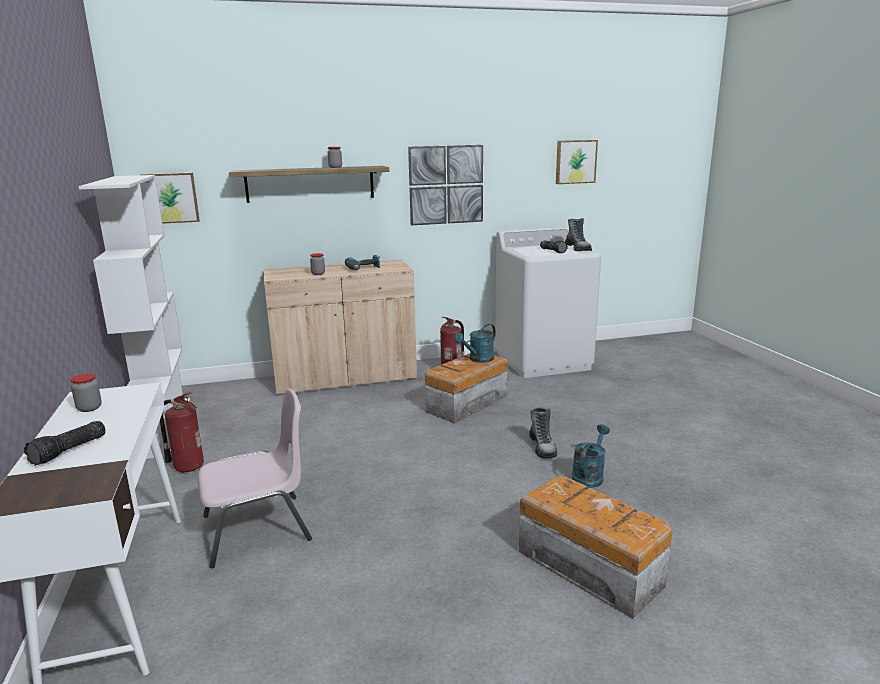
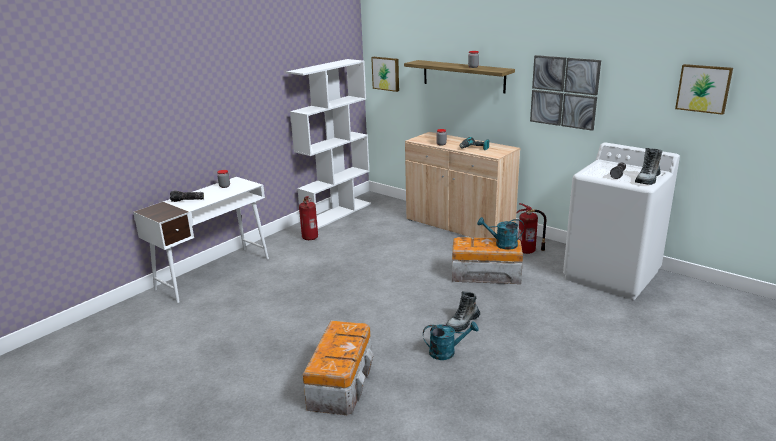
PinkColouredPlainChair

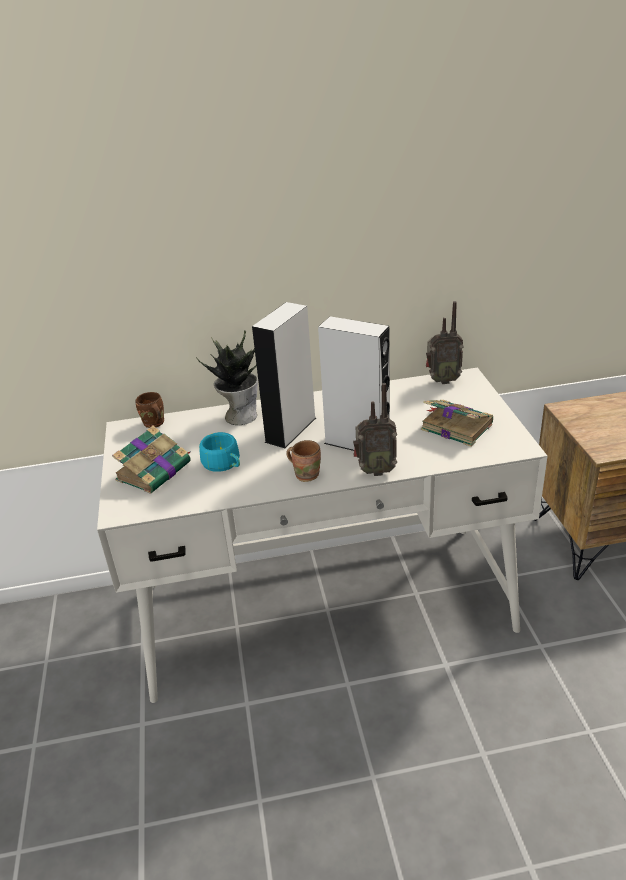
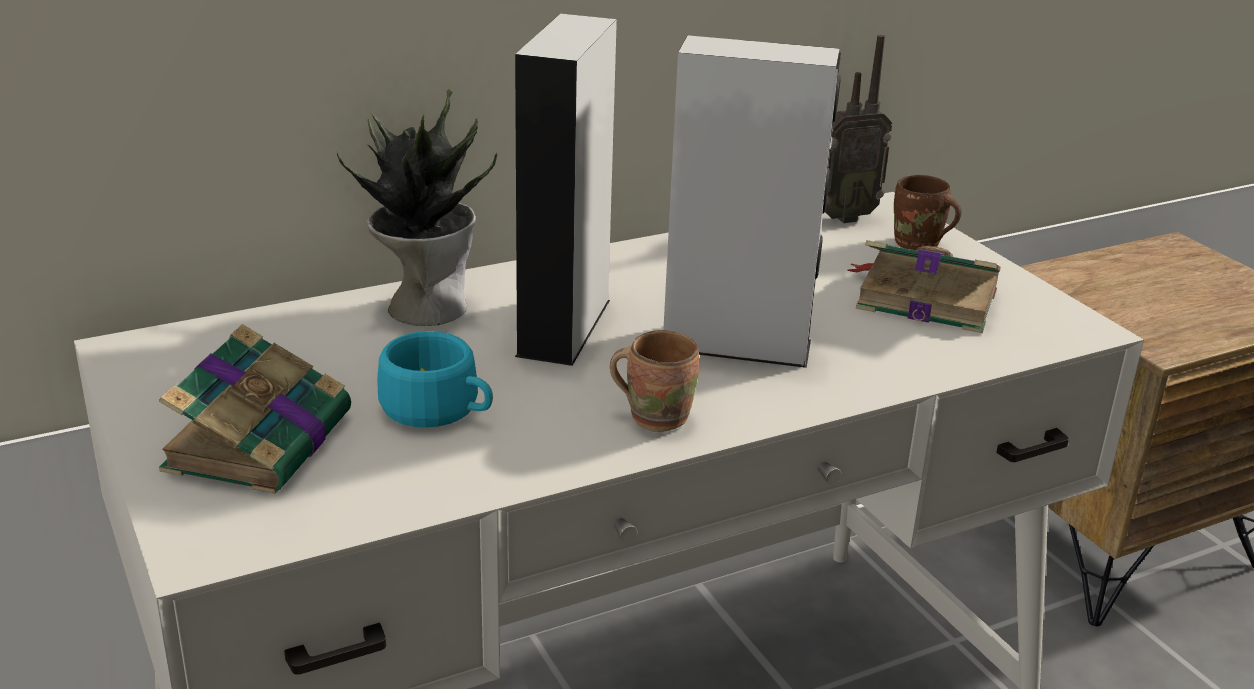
BrownColouredCoffeeMug (no. 2 from left)
Radio (no. 1 from left in the first image)

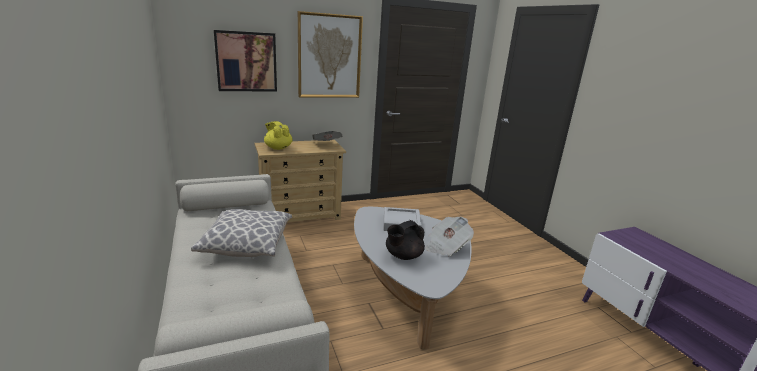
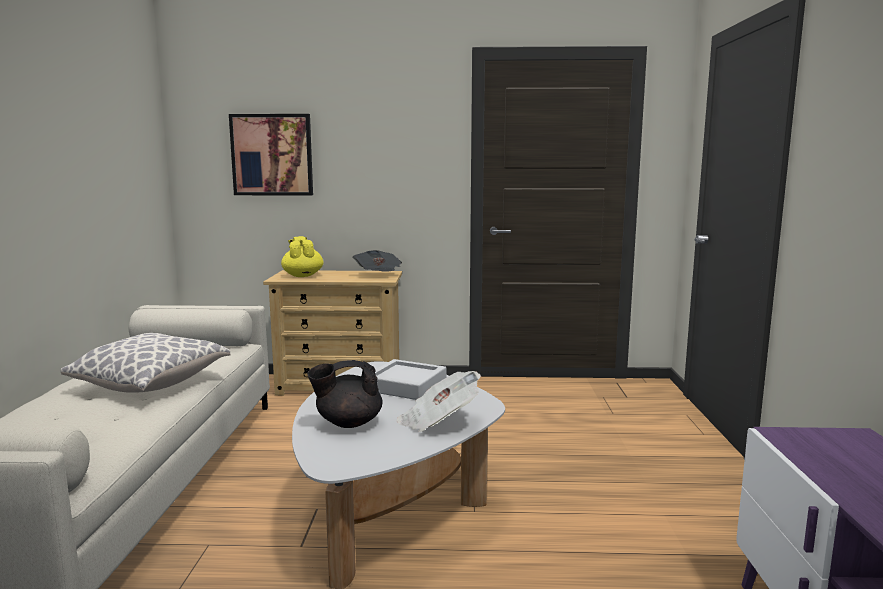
WallPicture (no. 2 from left in the first image)

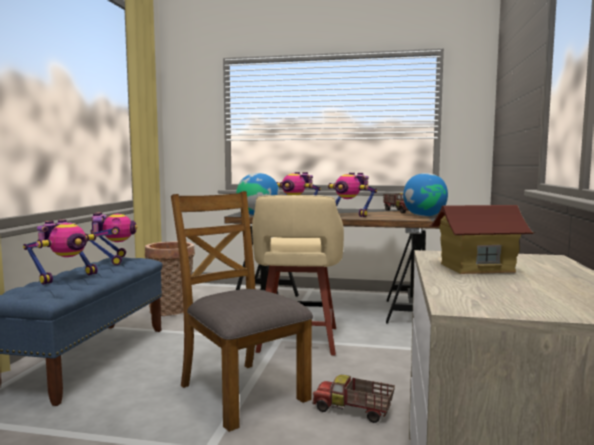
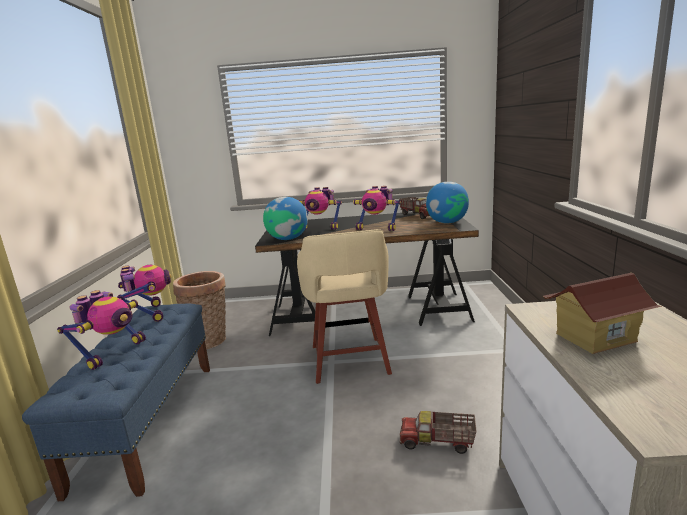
BrownColouredPlainChair

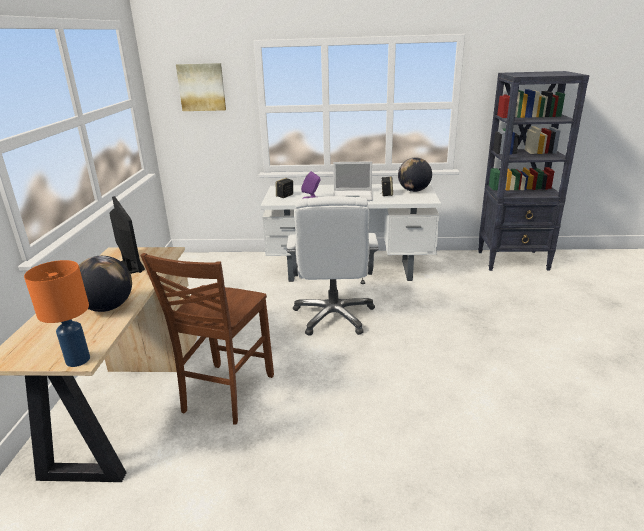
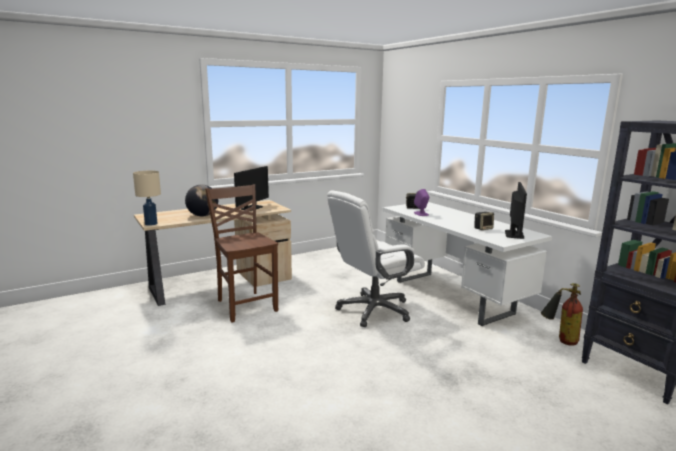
BeigeTabletopLamp
BrownColouredPlainChair
ComputerDisplay (no. 2 from left)
Extinguisher
WallPicture
Laptop

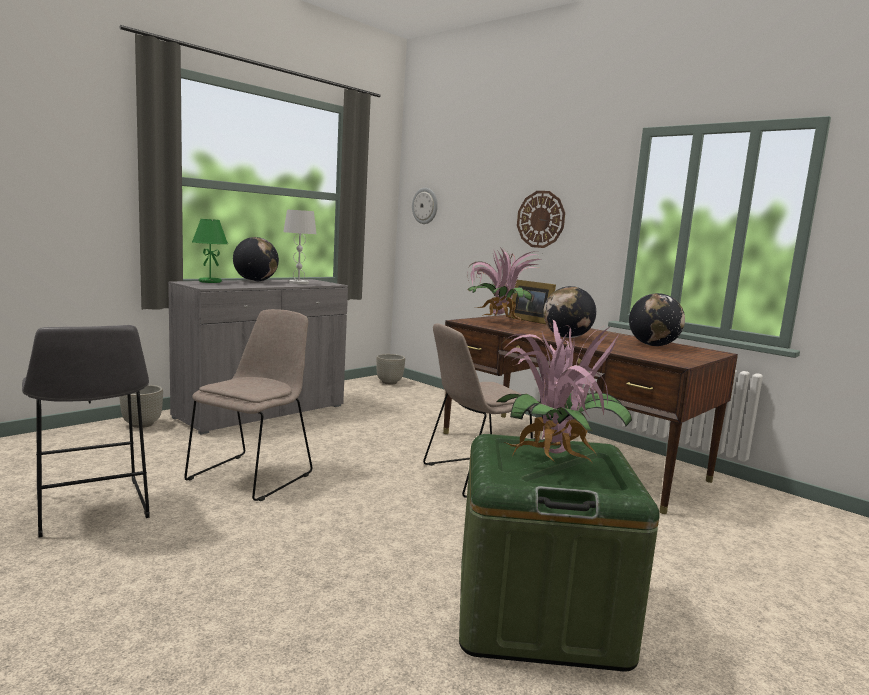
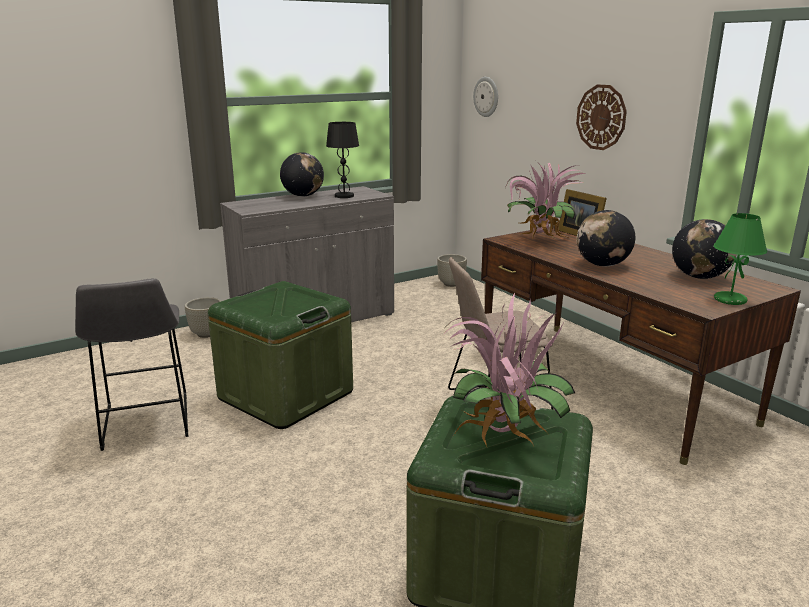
GreenStorageContainer (no. 1 from left)
BlackTabletopLamp
GreenTabletopLamp

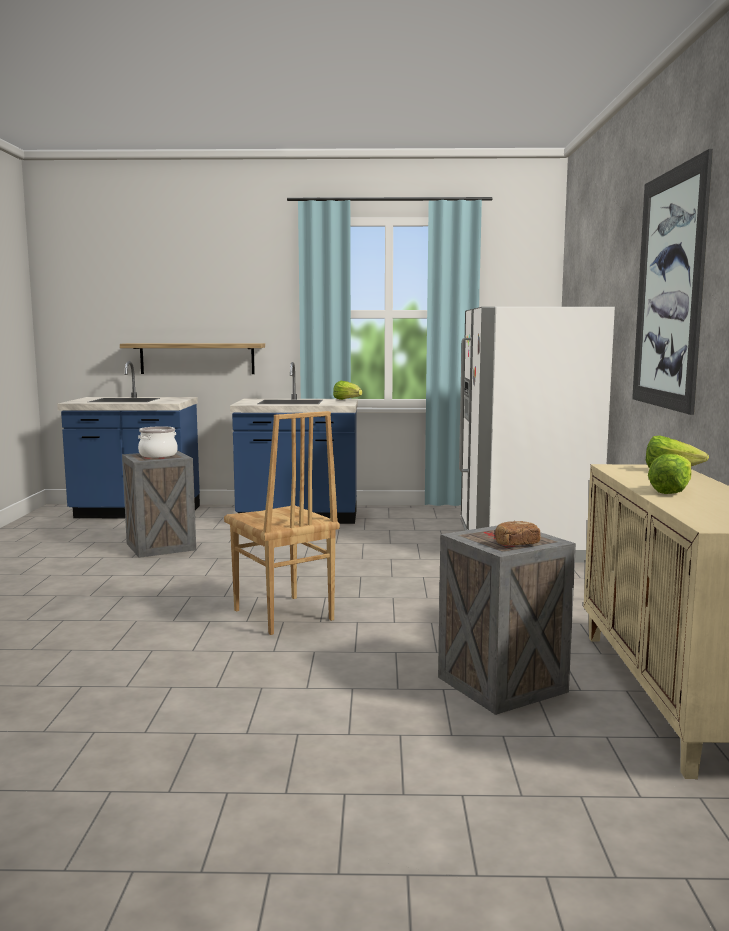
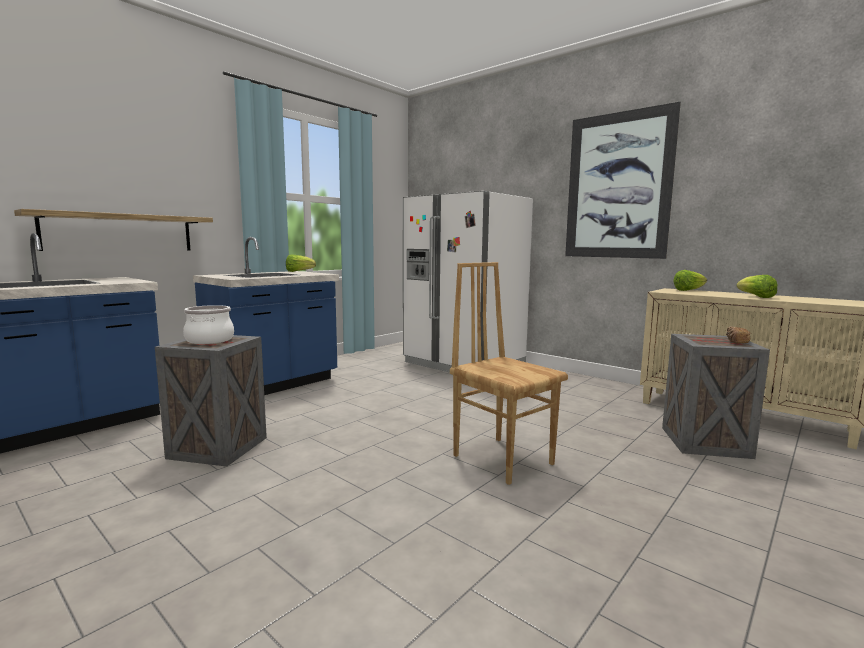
BrownColouredPlainChair

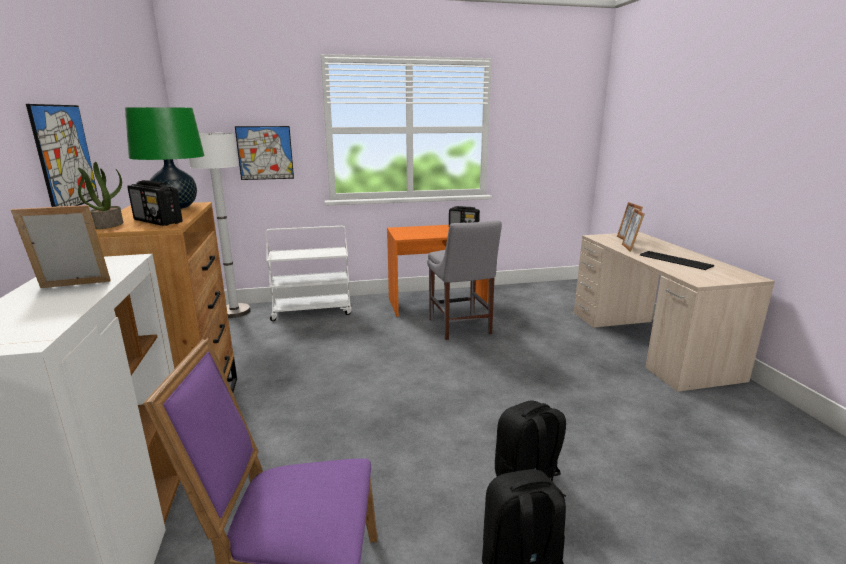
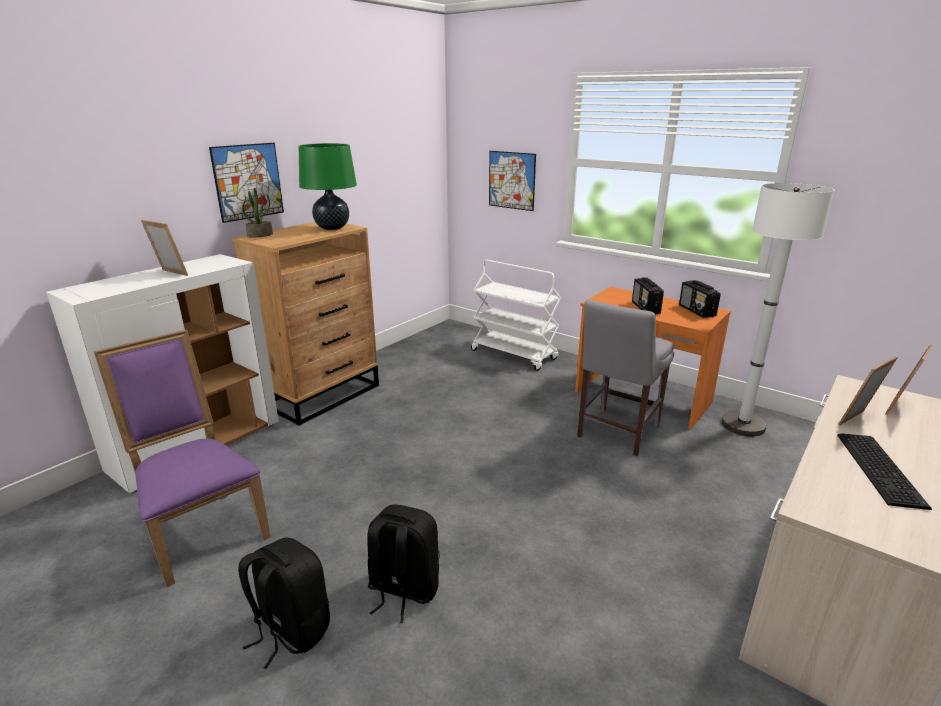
Radio (no. 1 from left)
WhiteColouredStandardLamp

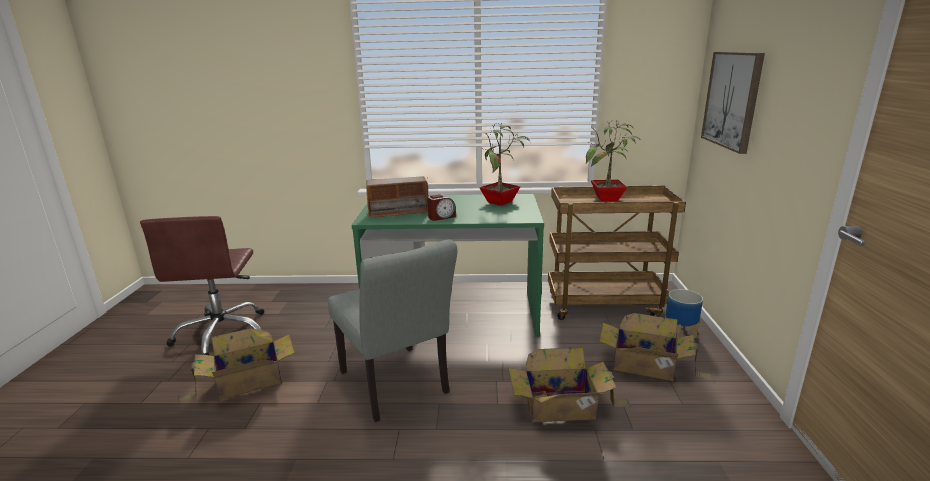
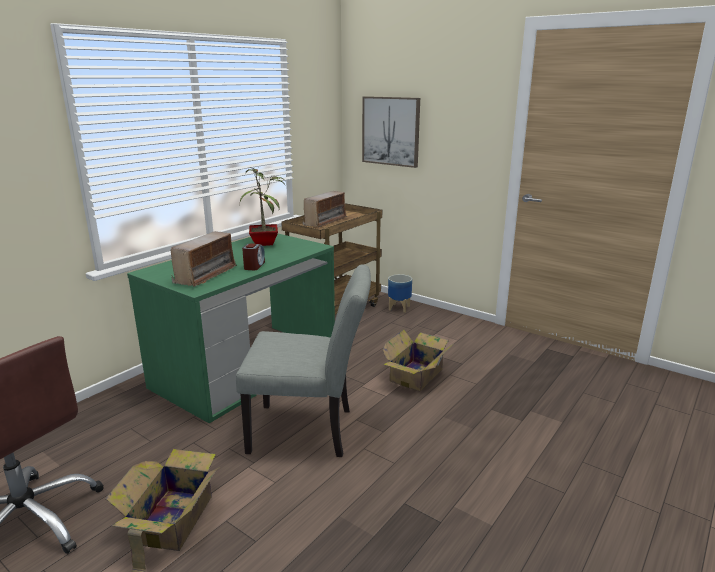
Radio (no. 2 from left)
CardboardBox (no. 3 from left in the first image)

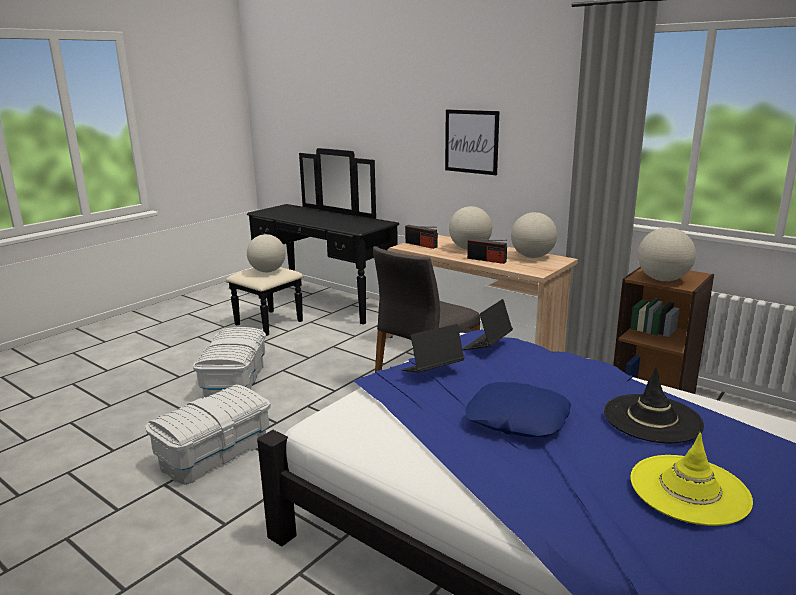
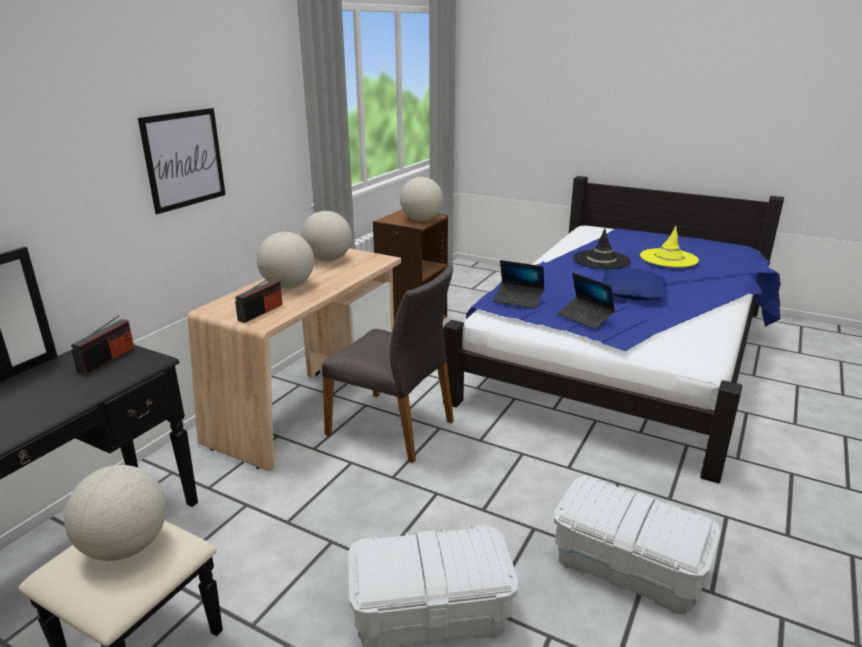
Radio (no. 1 from left)

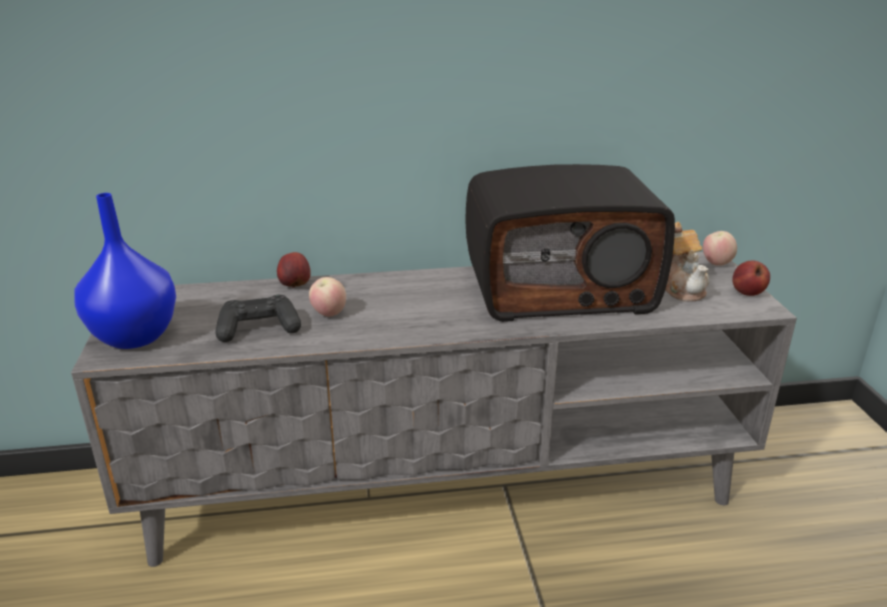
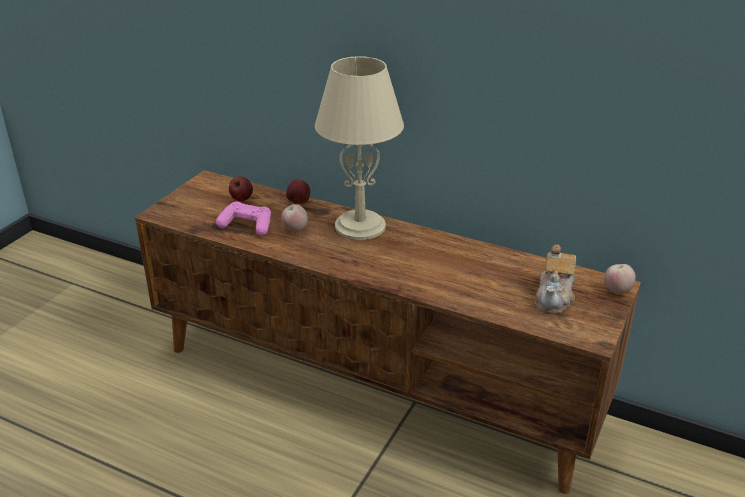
BrownColouredTvUnit
PinkColouredGameController
AppleFruit (no. 1 from left)
BeigeTabletopLamp
BluishDecorativeVase
Radio

